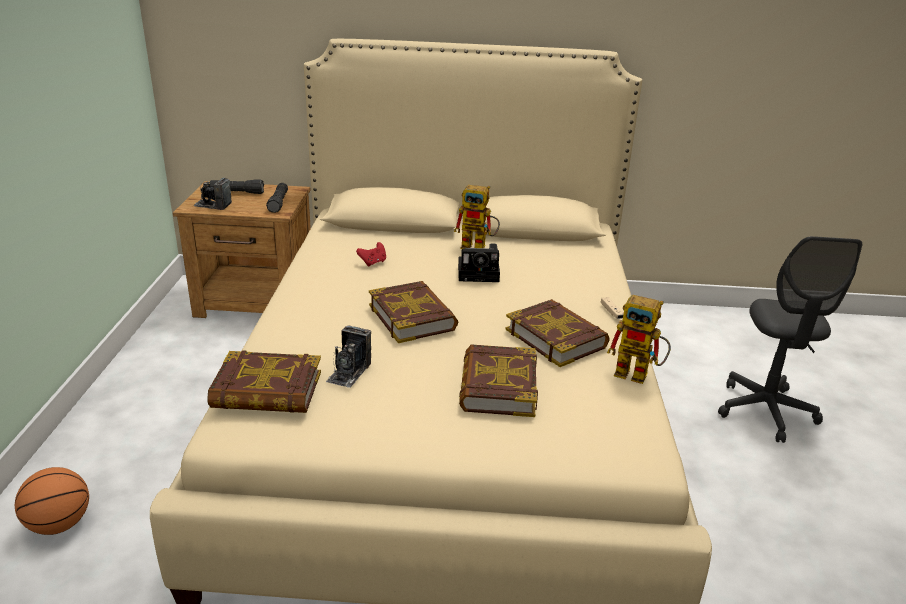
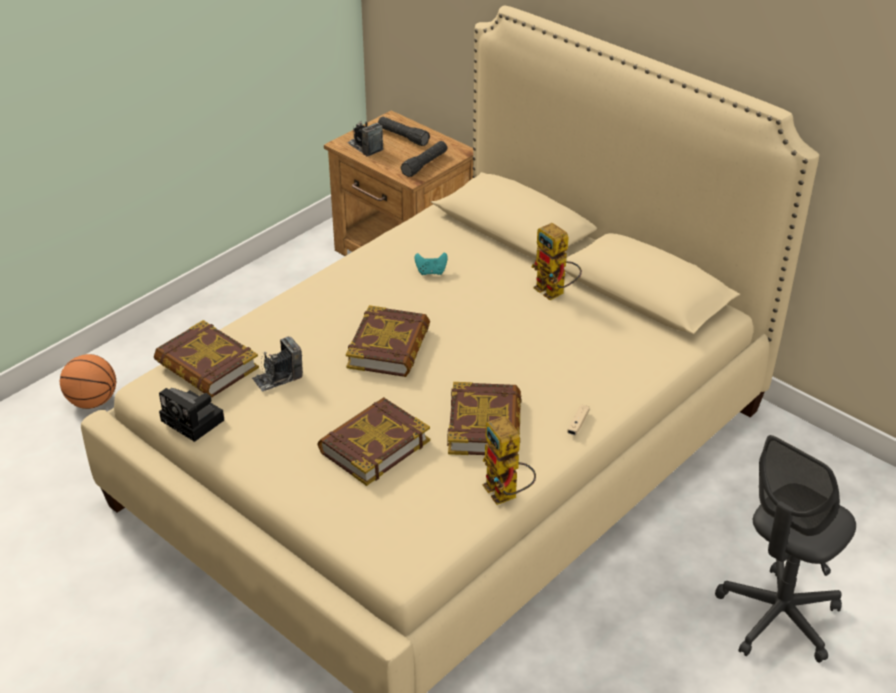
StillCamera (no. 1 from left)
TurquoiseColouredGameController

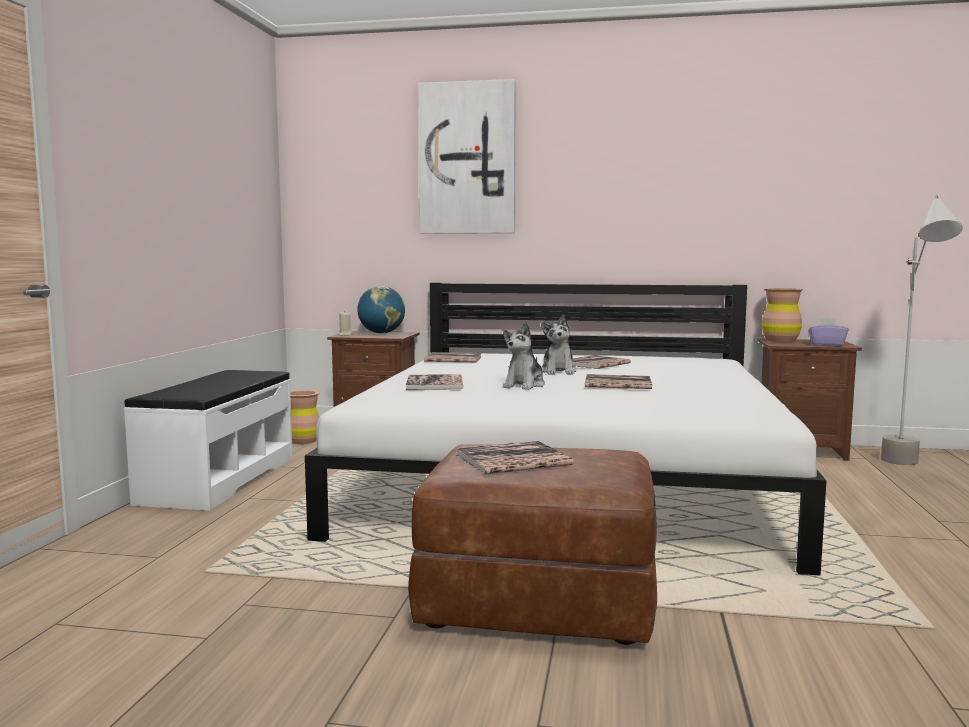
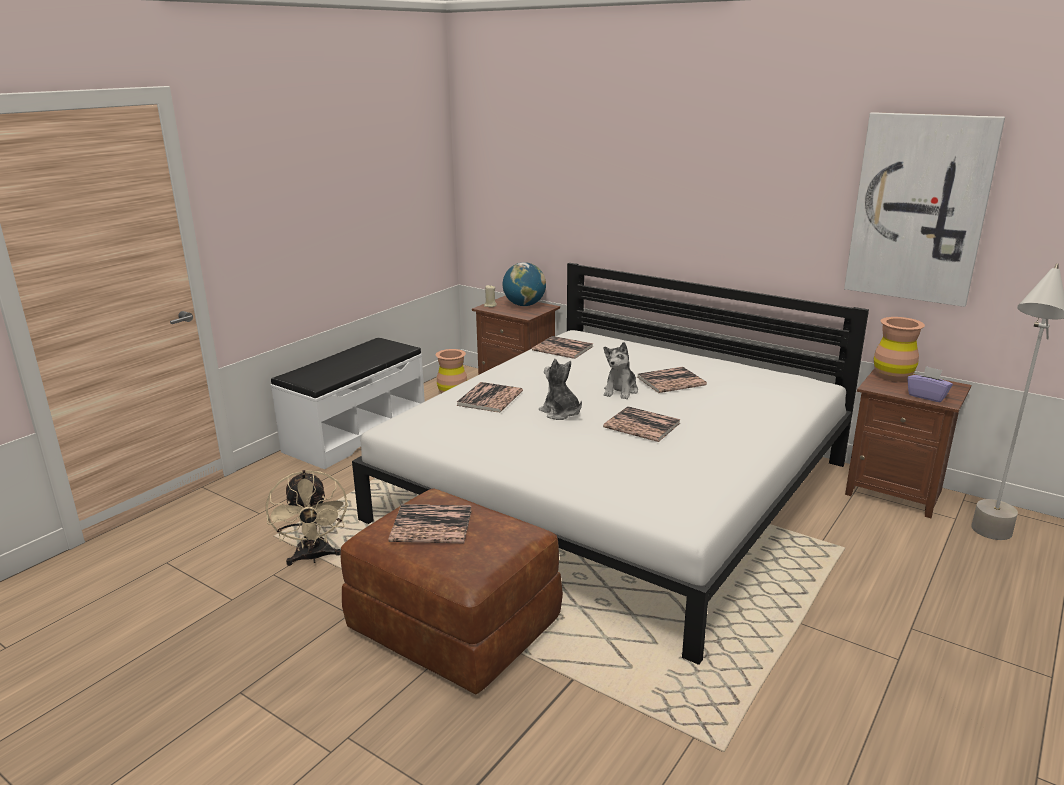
BeigeElectricFan
SoftToy (no. 1 from left)
WallPicture

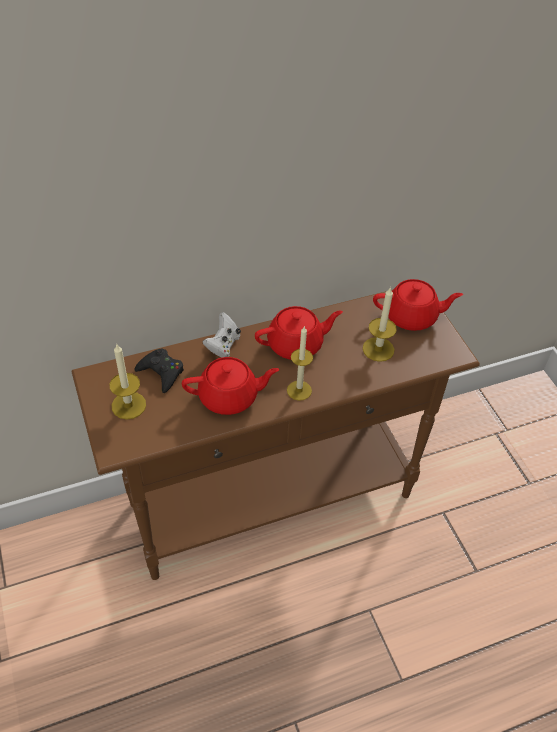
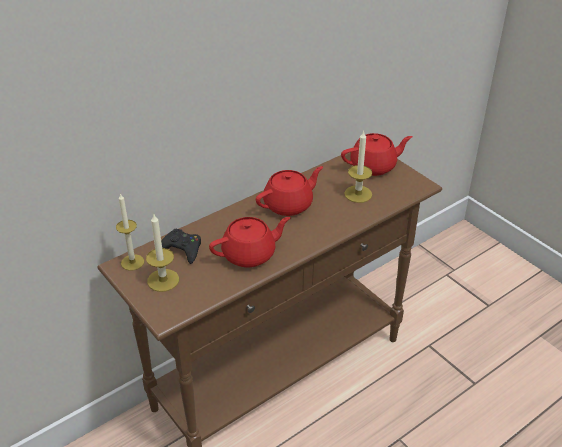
WaxLight (no. 1 from left)
WhiteColouredGameController

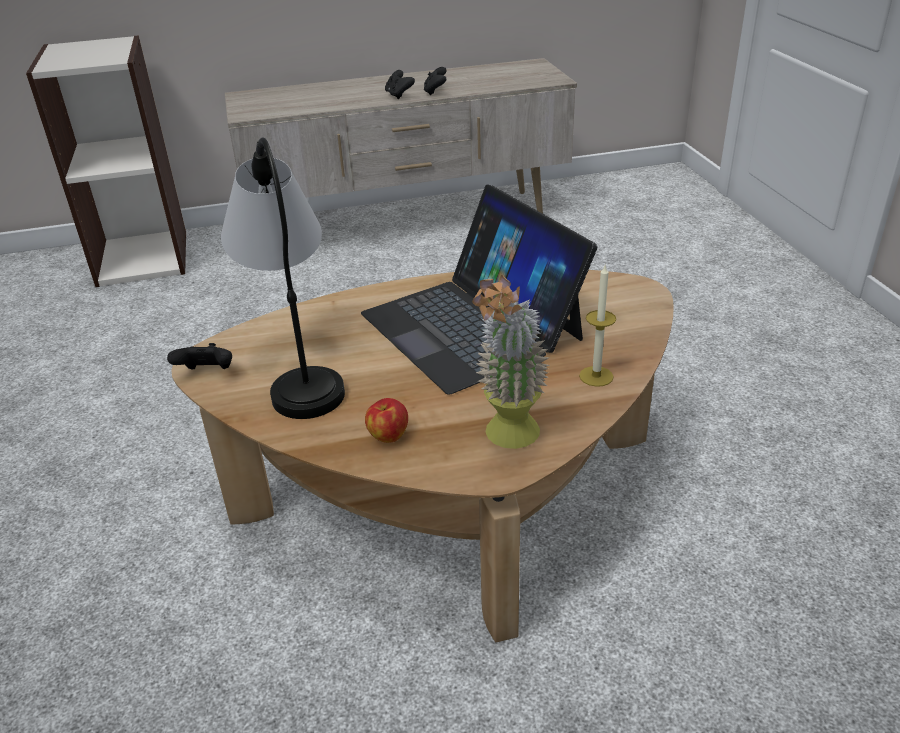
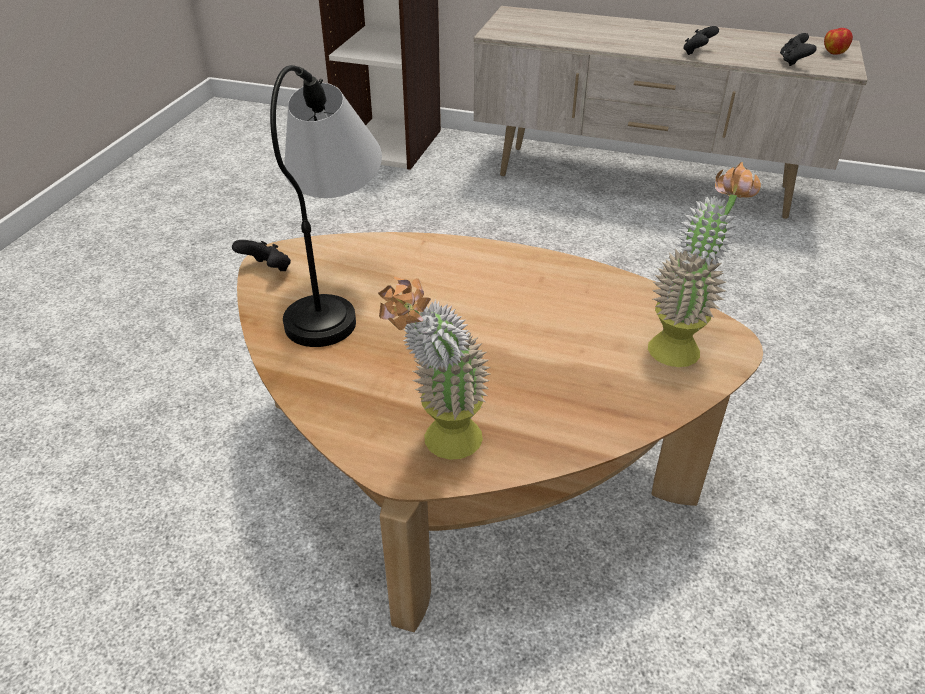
Houseplant (no. 2 from left)
BlackGameController (no. 3 from left)
AppleFruit
Laptop
WaxLight

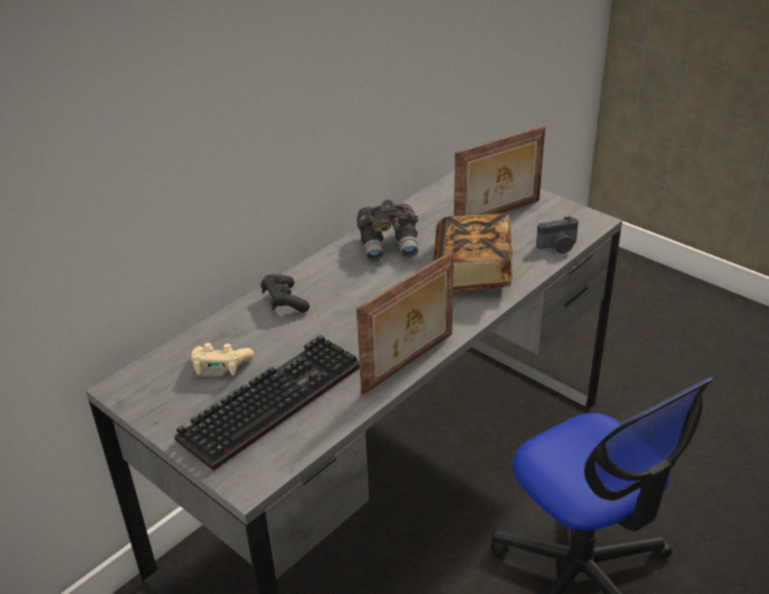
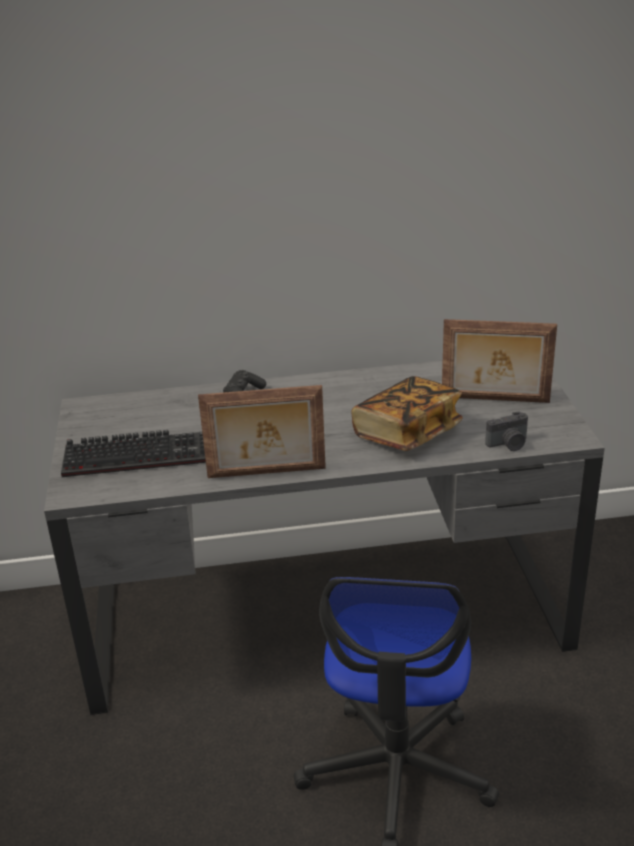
StillCamera
BeigeGameController
GreyishBinoculars

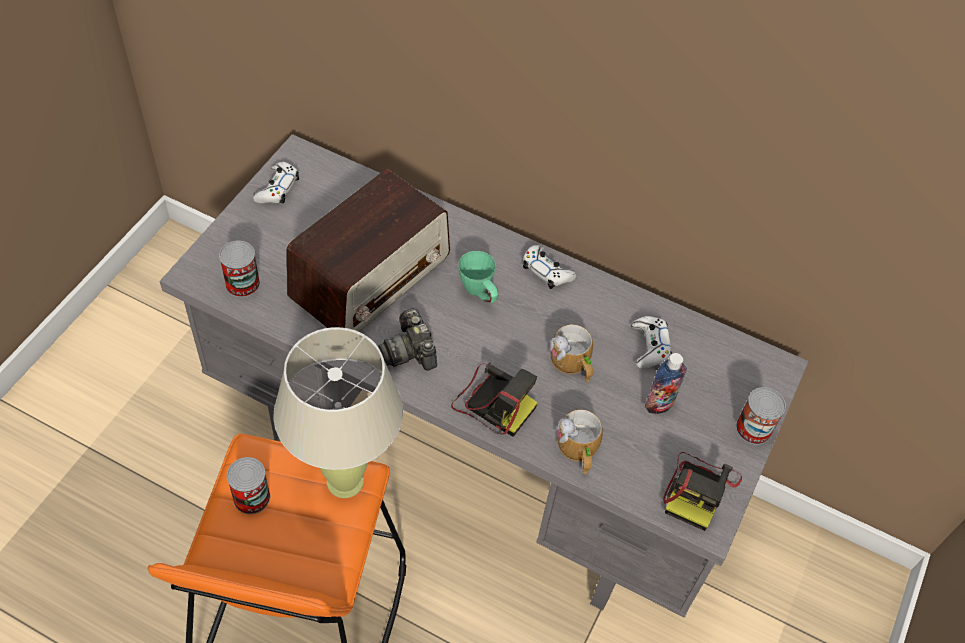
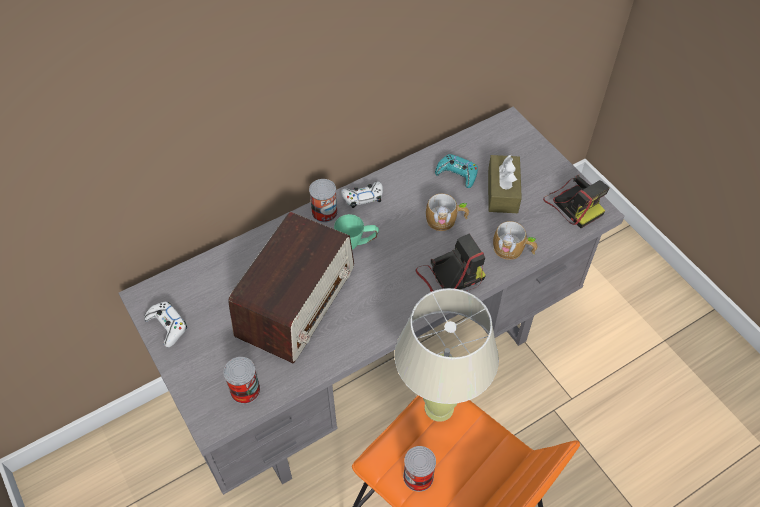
Radio
SealedCan (no. 2 from left)
TurquoiseColouredGameController
BrownColouredTissueHolder
StillCamera (no. 1 from left in the first image)

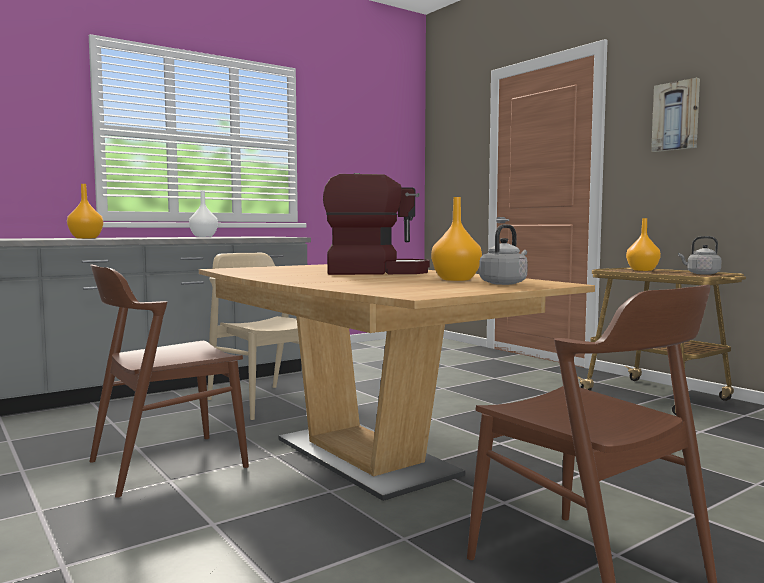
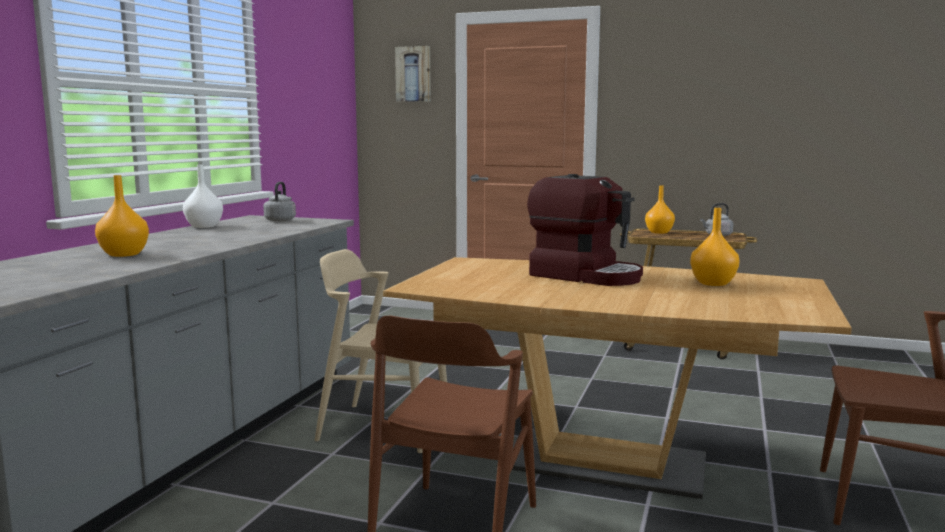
GreyishWaterKettle (no. 1 from left)
WallPicture
CoffeeMaker

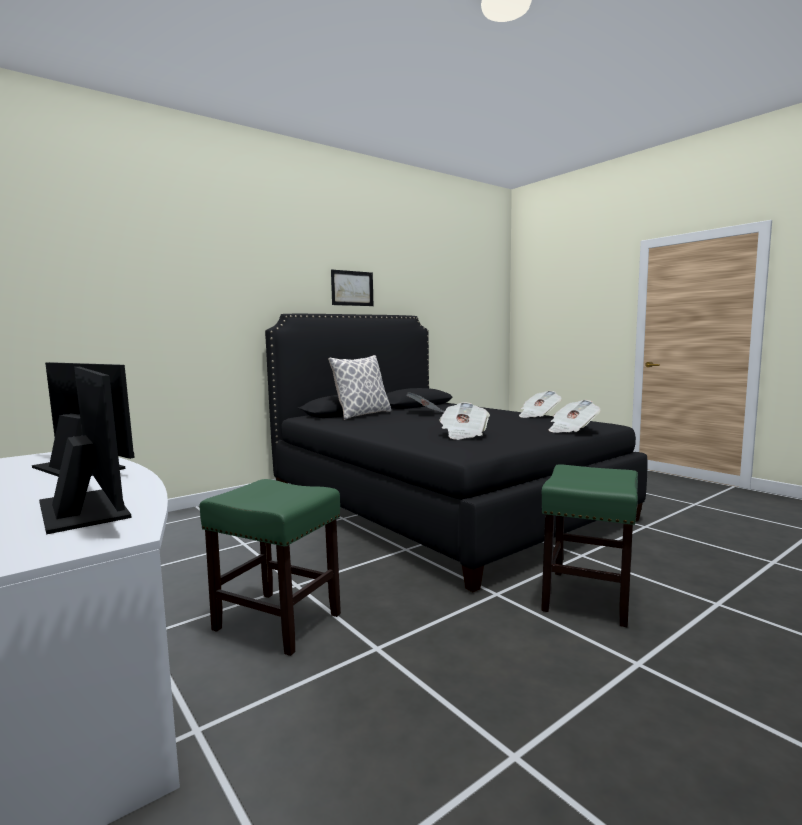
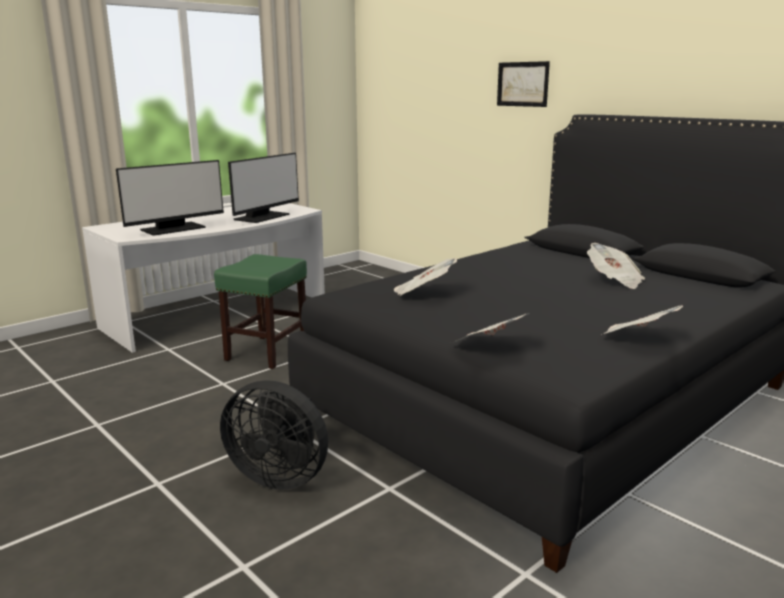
BlackElectricFan
WallPicture
ThrowPillow

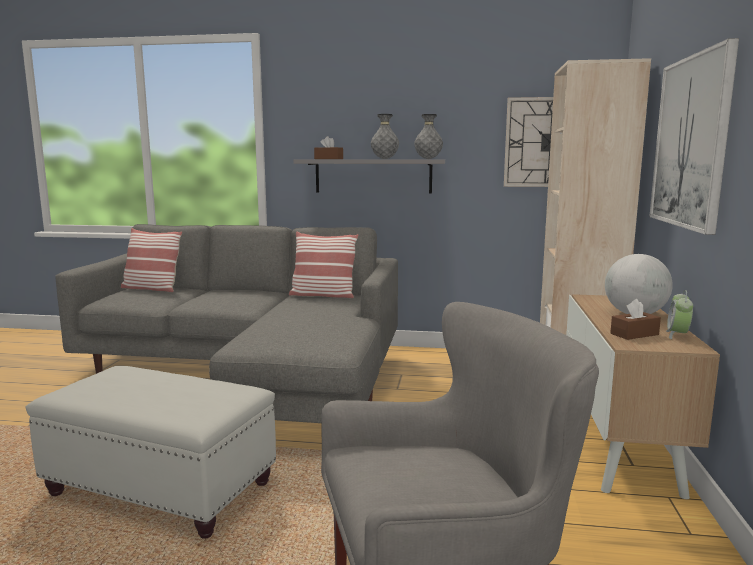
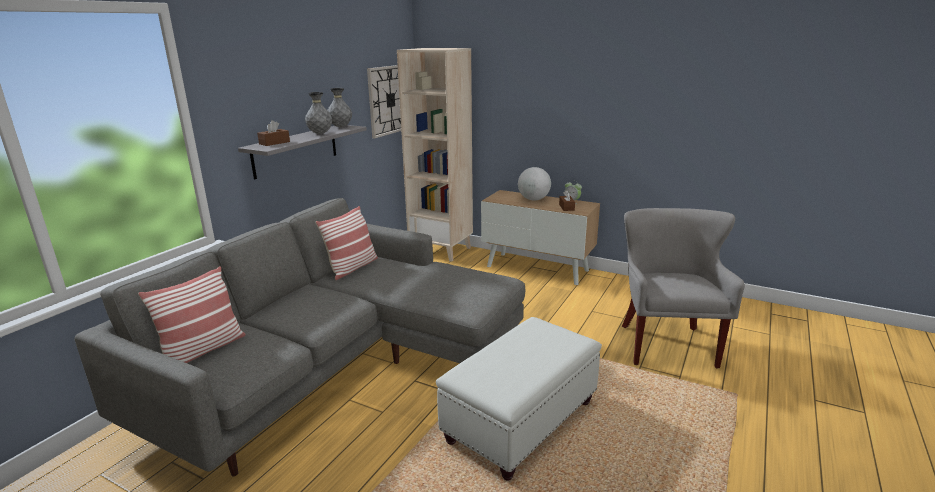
WallPicture

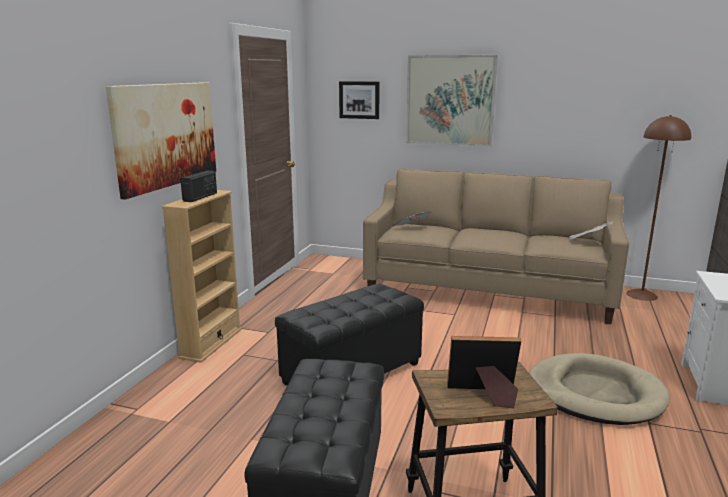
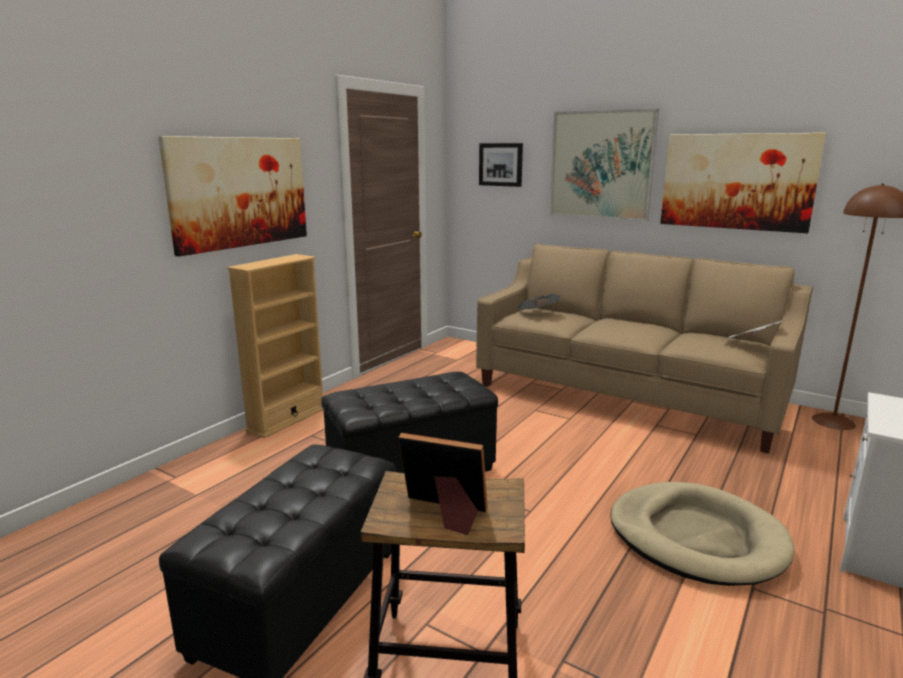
WallPicture (no. 4 from left)
Radio

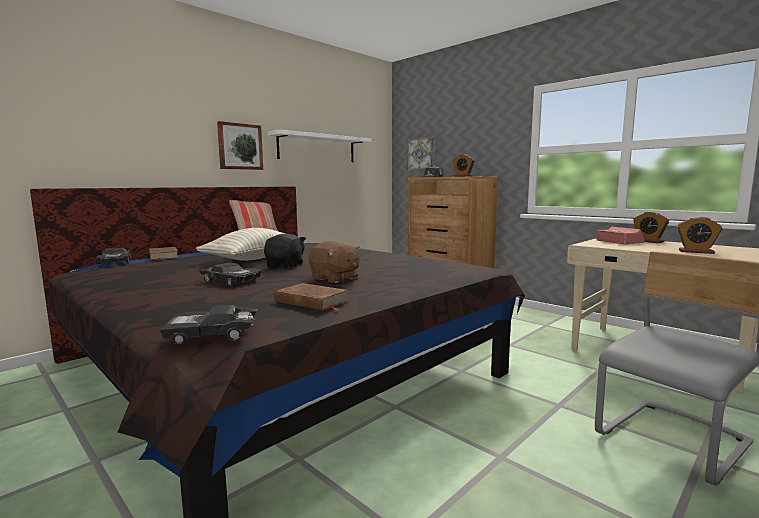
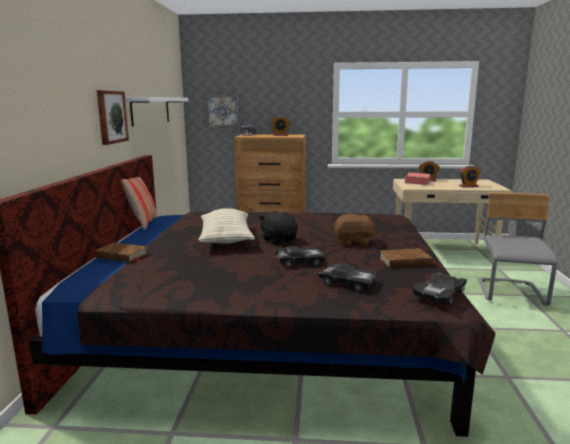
BlackToyCar (no. 2 from left)

